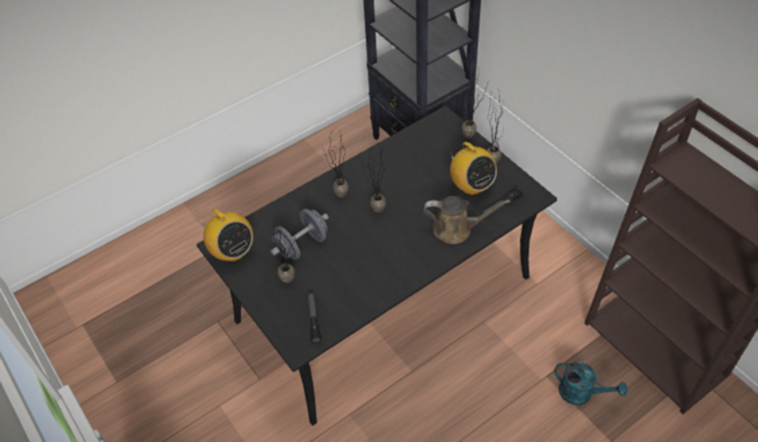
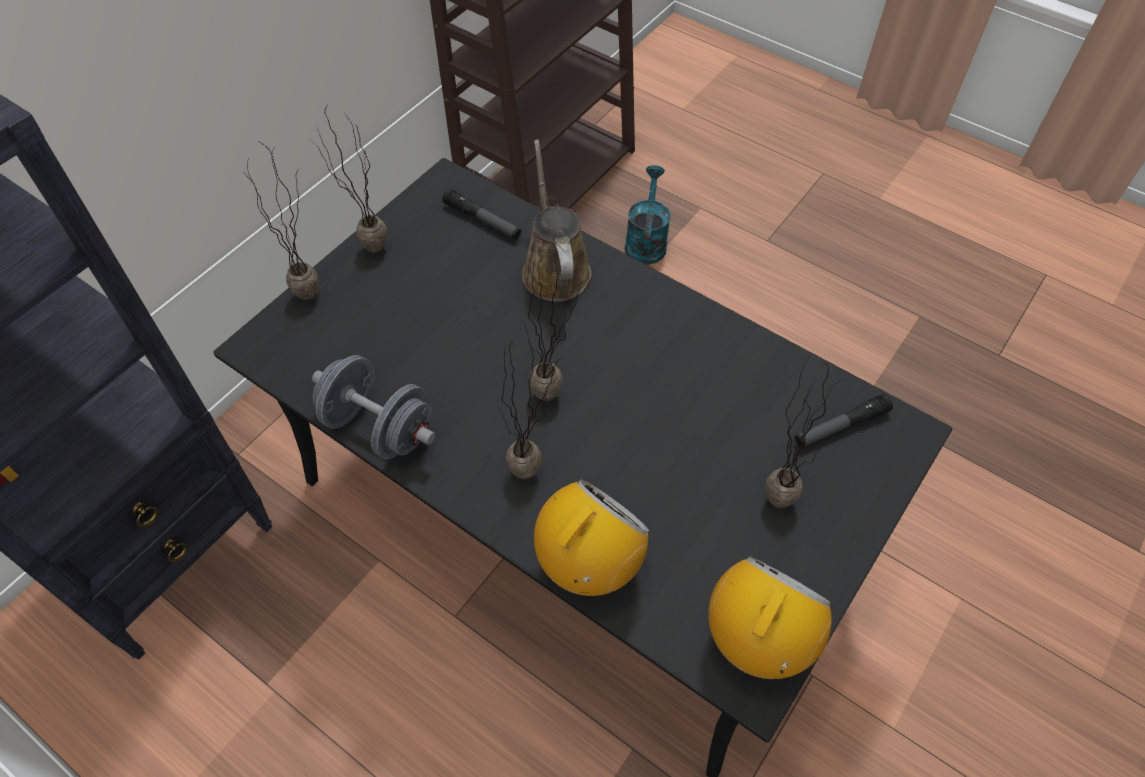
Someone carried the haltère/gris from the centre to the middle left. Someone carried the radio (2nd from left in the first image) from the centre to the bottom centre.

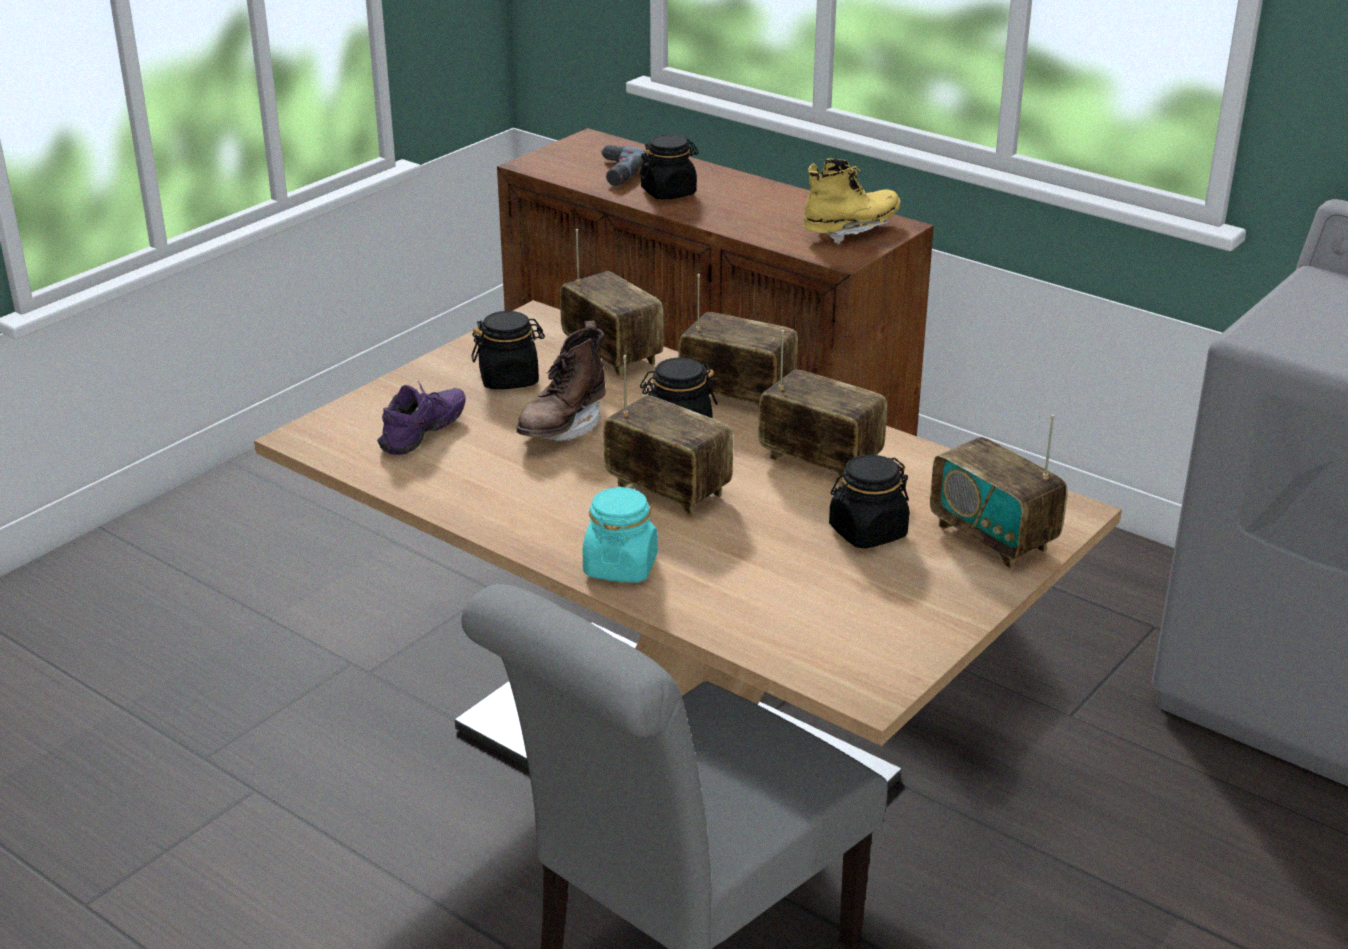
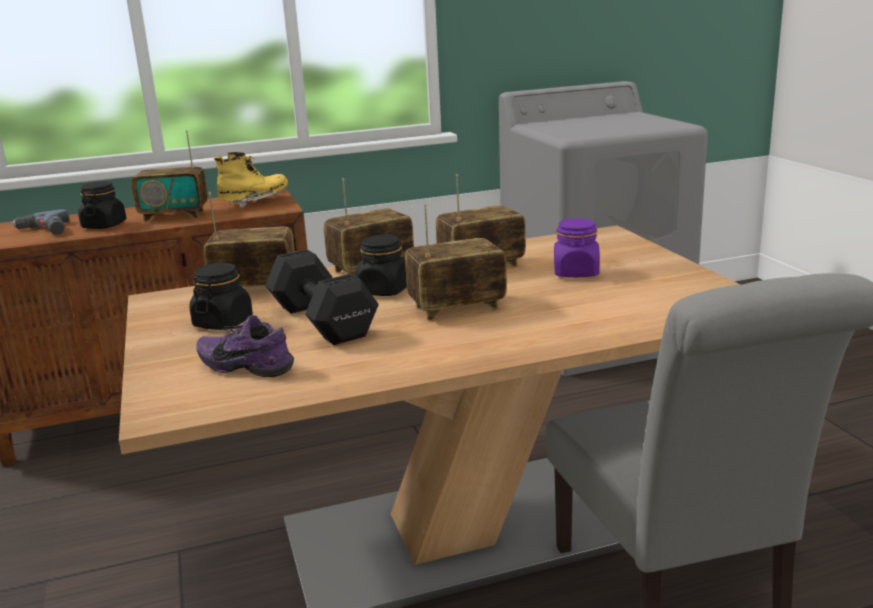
Someone took away the bocal/turquoise at the centre. Someone carried the radio (5th from left in the first image) from the middle right to the top left. Someone swapped the botte/marron at the centre for the haltère/noir at the centre. Someone repainted the bocal/noir (4th from left) at the centre, which became the bocal/violet at the centre. Someone rotated the chaussure/violet at the middle left by 45 degrees counterclockwise. Someone rotated the botte/jaune at the top centre by 45 degrees clockwise.

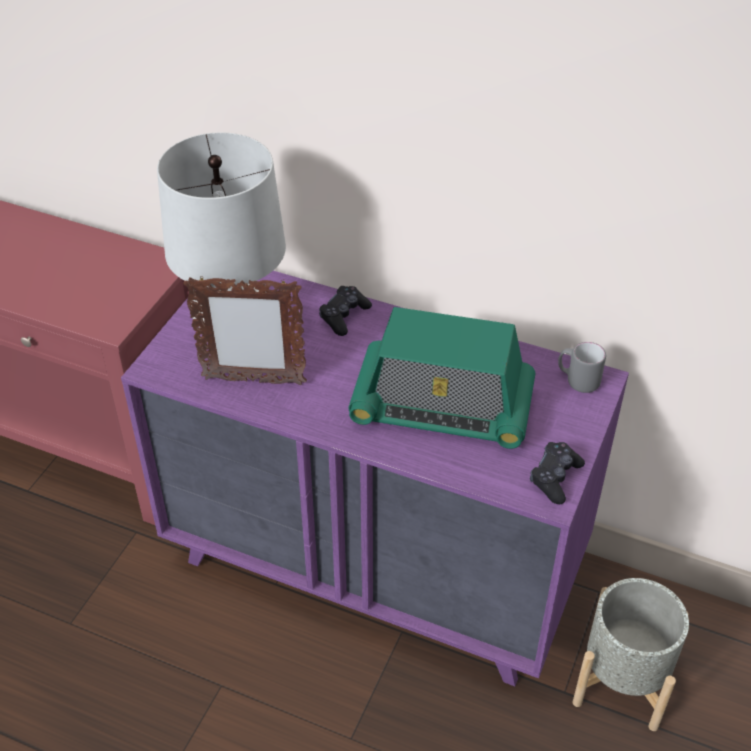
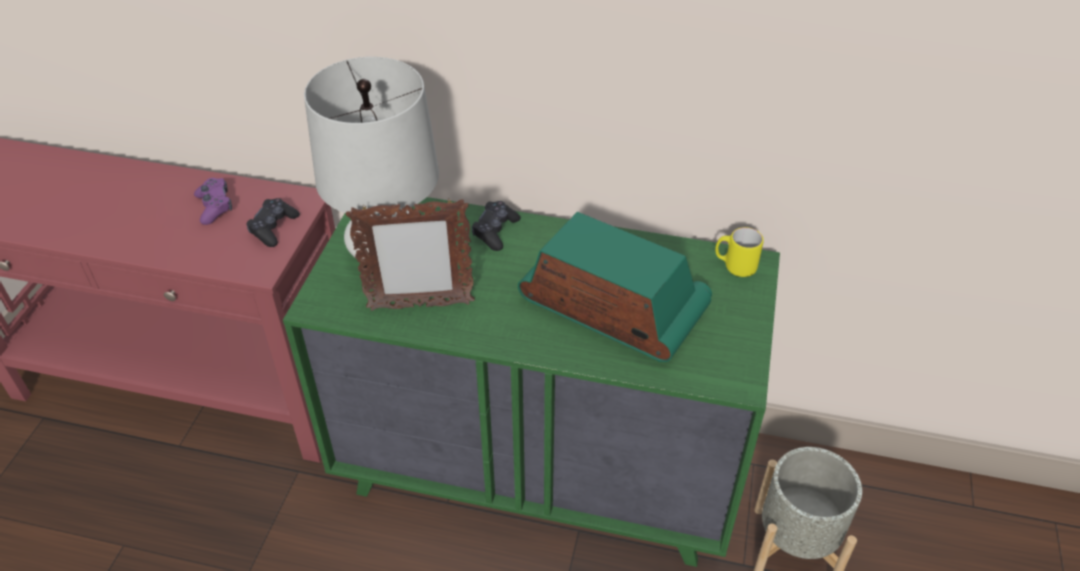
Someone put down the manette/violet at the middle left. Someone carried the manette/noir (2nd from left in the first image) from the middle right to the middle left. Someone repainted the commode/violet at the centre, which became the commode/vert at the bottom centre. Someone repainted the mug/gris at the middle right, which became the mug/jaune at the middle right. Someone rotated the radio at the centre by 150 degrees counterclockwise.

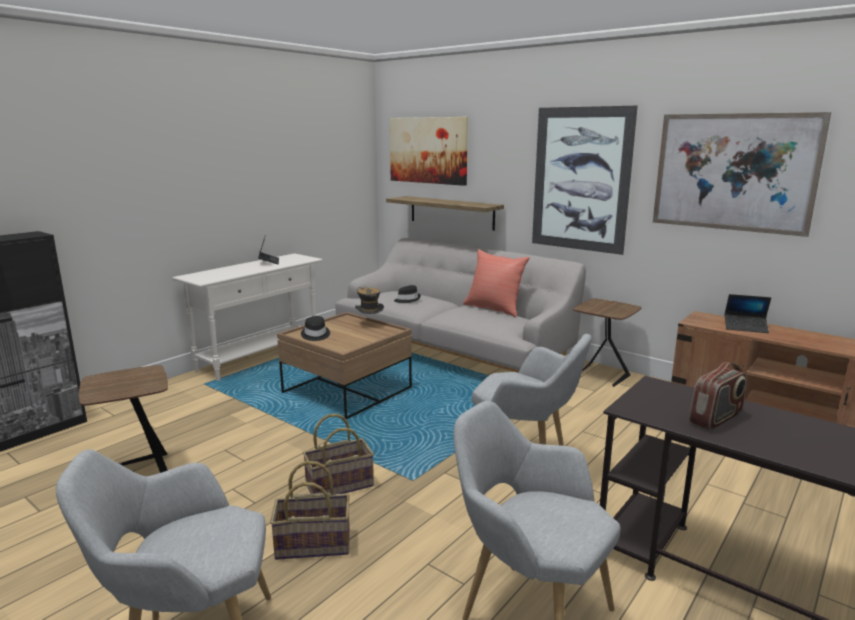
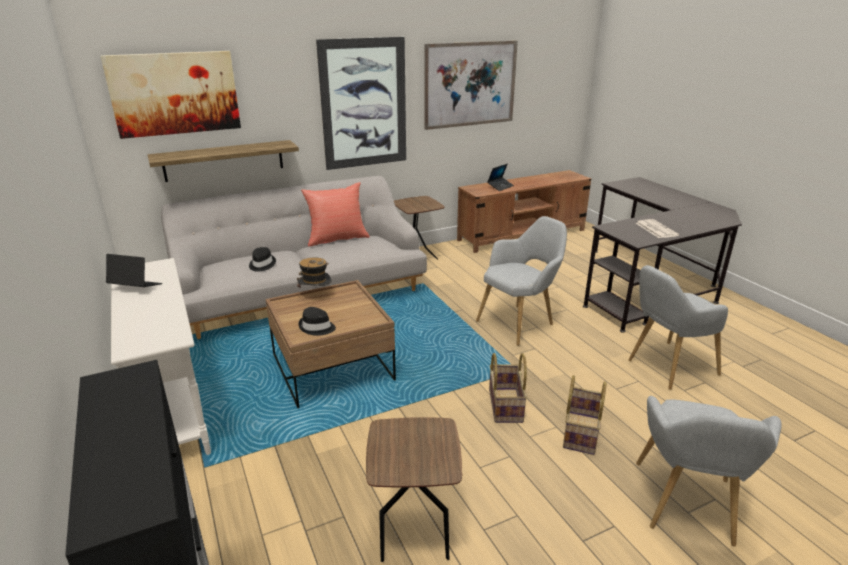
Someone swapped the radio at the middle right for the journal at the middle right.

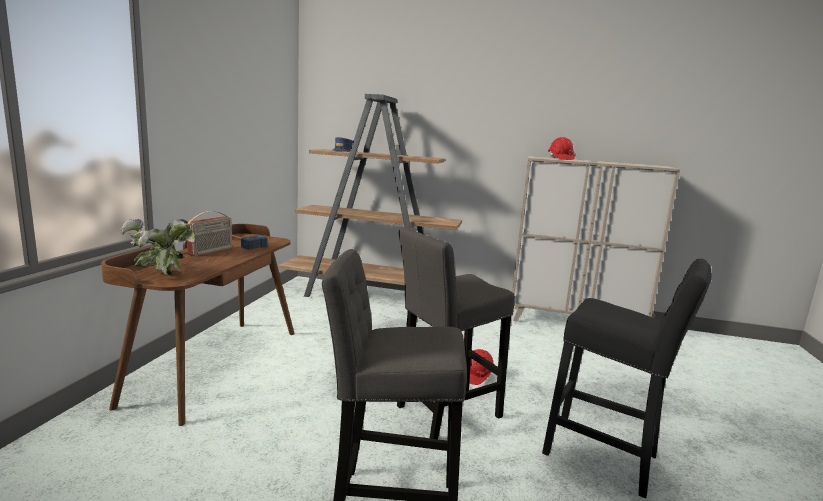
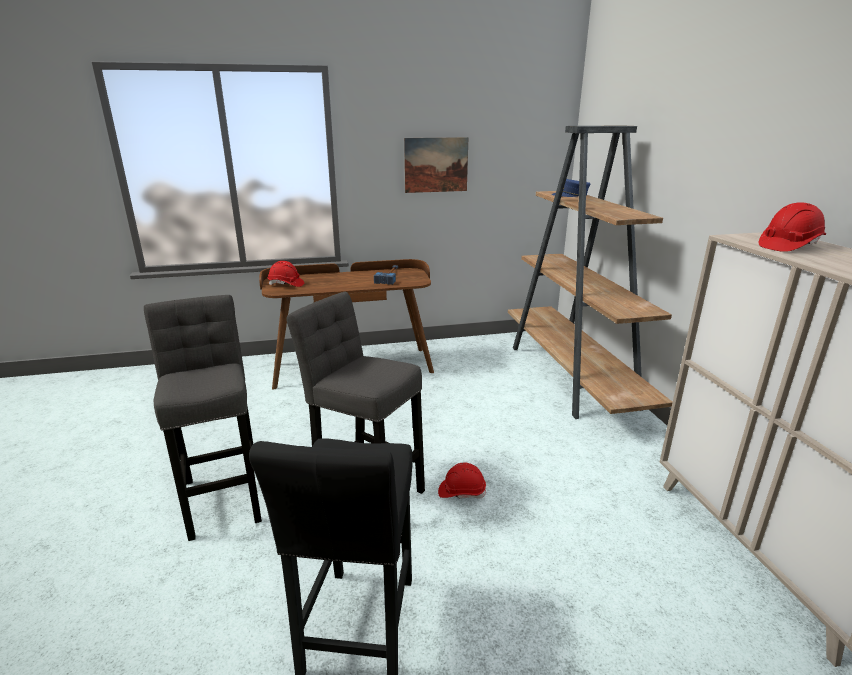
Someone took away the radio at the middle left. Someone put up the tableau at the top centre. Someone swapped the plante en pot at the middle left for the casque de chantier/rouge (1st from left) at the centre.

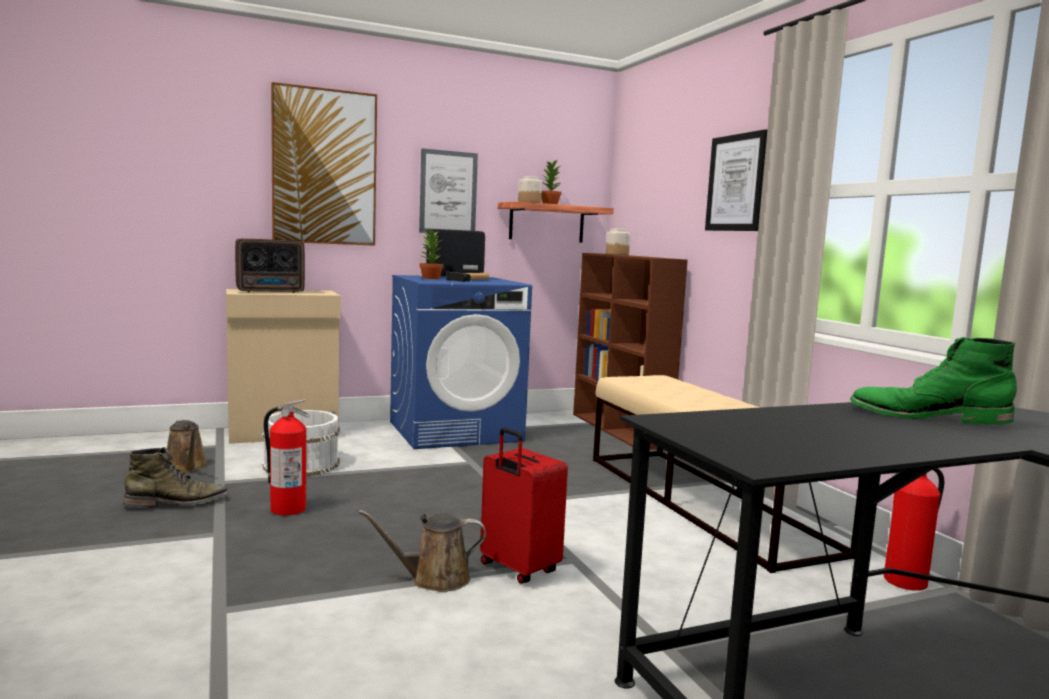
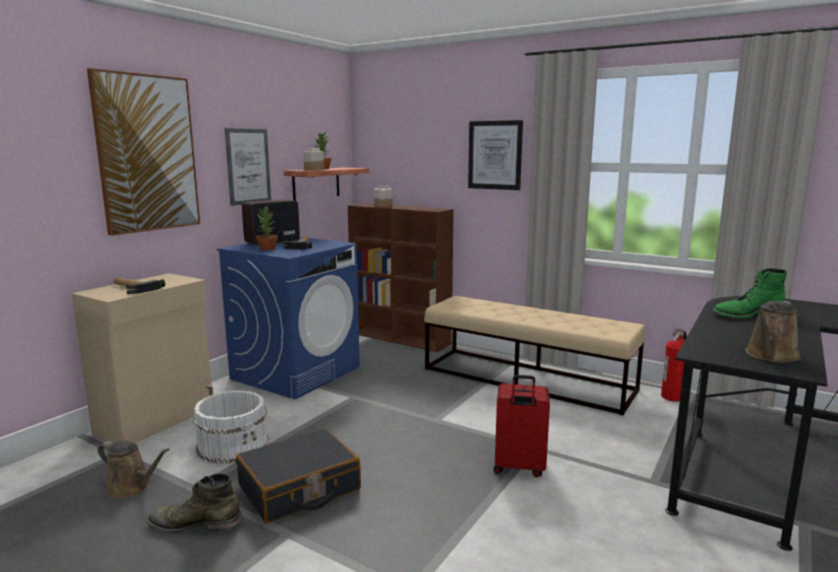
Someone carried the arrosoir/marron (2nd from left) from the bottom centre to the middle right. Someone swapped the radio (1st from left) at the middle left for the marteau (1st from left) at the middle left. Someone swapped the extincteur (1st from left) at the middle left for the valise/noir at the bottom centre. Someone rotated the botte/vert (1st from left) at the bottom left by 120 degrees counterclockwise.

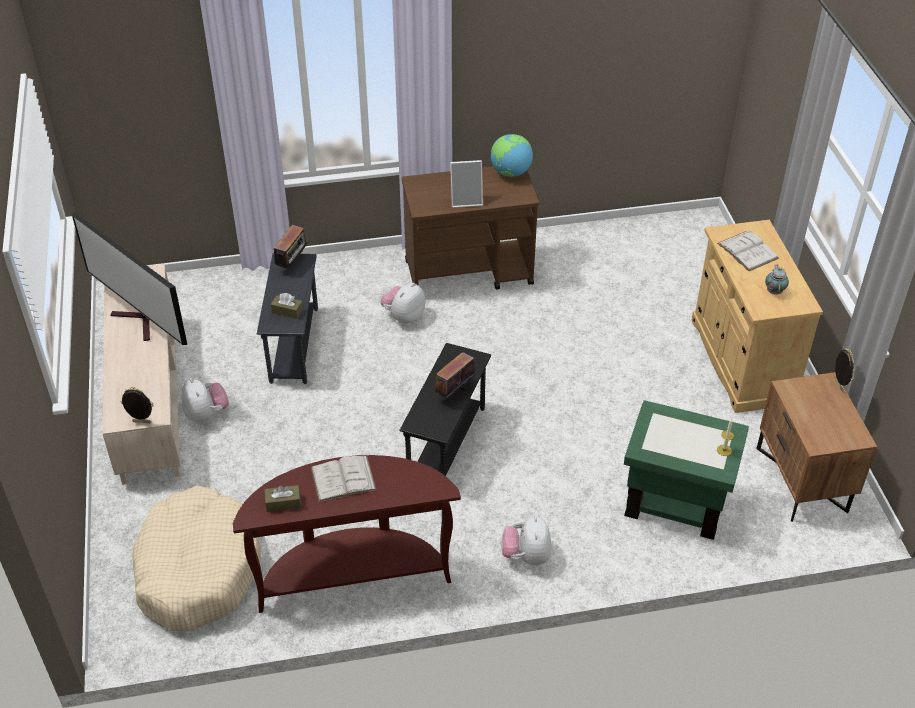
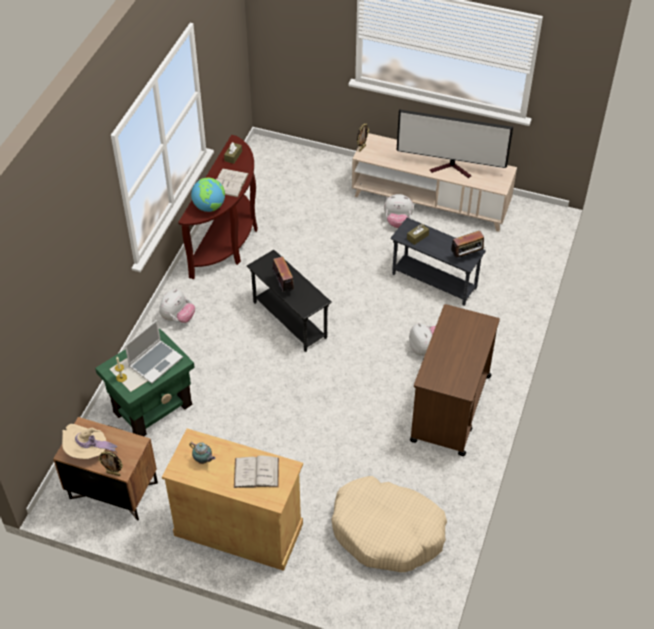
Someone took away the cadre photo (2nd from left) at the top centre. Someone put down the chapeau/beige at the bottom left. Someone put down the ordinateur portable at the middle left. Someone carried the panier pour chien/beige from the bottom left to the bottom centre. Someone carried the globe from the top centre to the top left. Someone rotated the téléviseur at the middle left by 150 degrees counterclockwise. Someone rotated the radio (1st from left in the first image) at the middle left by 75 degrees counterclockwise. Someone rotated the peluche (3rd from left in the first image) at the bottom centre by 90 degrees clockwise.

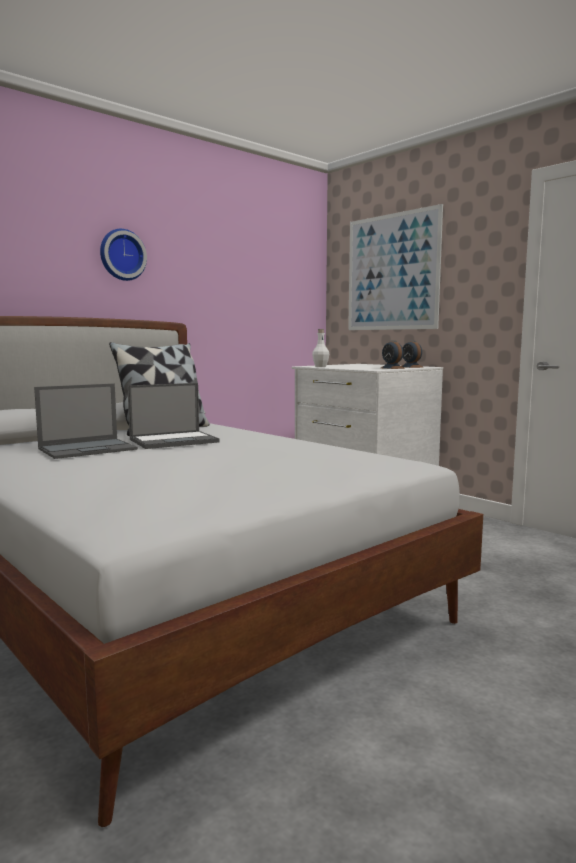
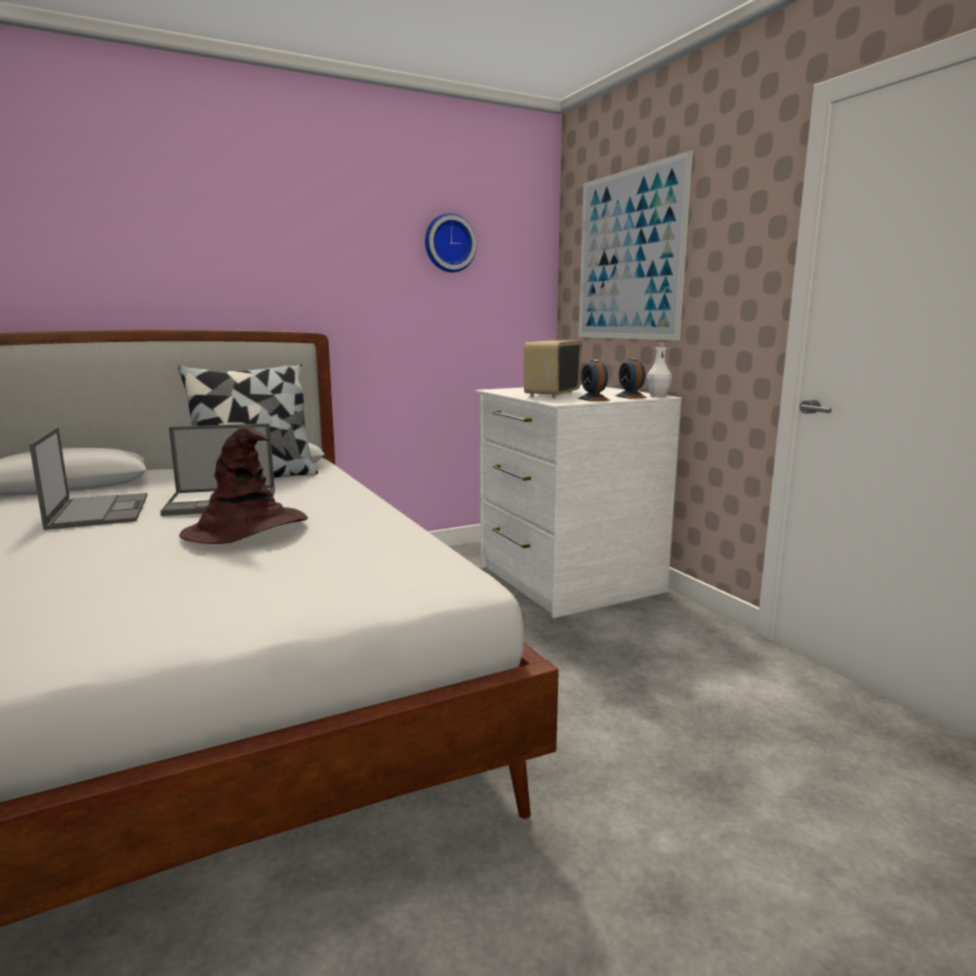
Someone put down the chapeau/marron at the middle left. Someone put down the radio at the centre. Someone carried the horloge murale from the top left to the top centre. Someone carried the bouteille/blanc from the centre to the middle right. Someone rotated the ordinateur portable (1st from left) at the middle left by 90 degrees counterclockwise.

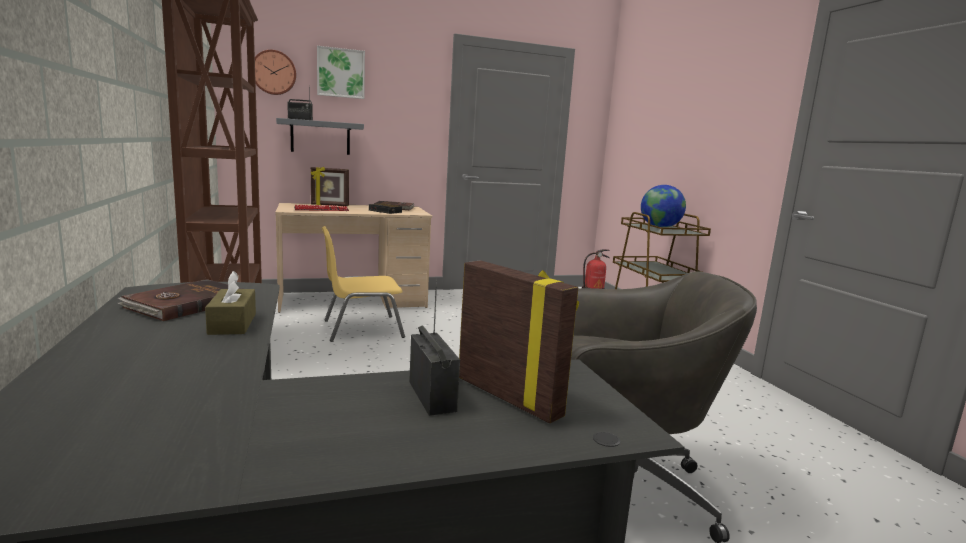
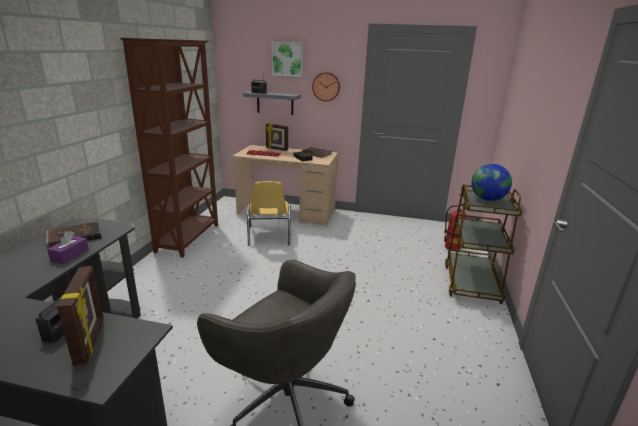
Someone carried the horloge murale from the top left to the top centre. Someone repainted the boîte à mouchoirs/marron at the middle left, which became the boîte à mouchoirs/violet at the middle left. Someone rotated the chaise/jaune at the centre by 105 degrees counterclockwise.

